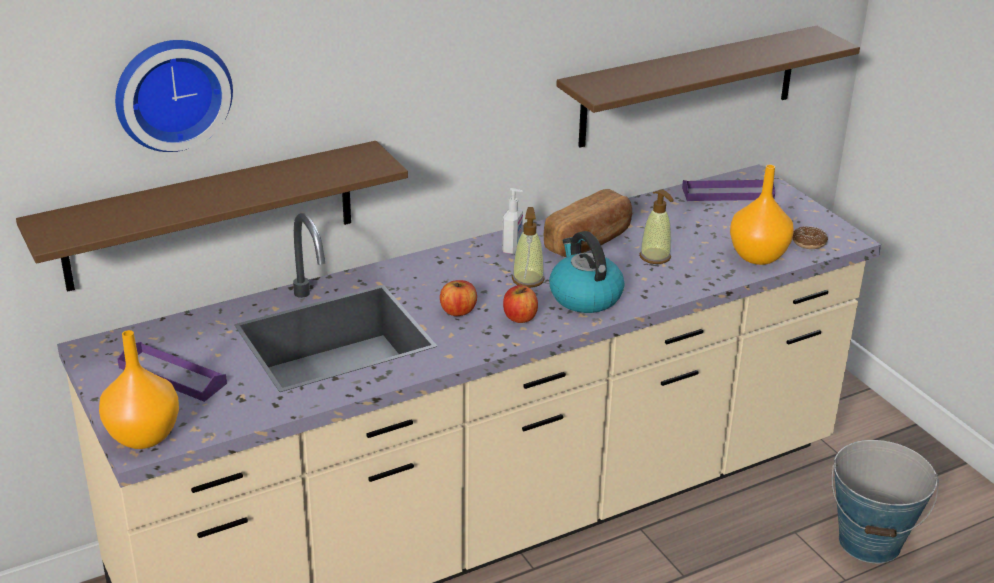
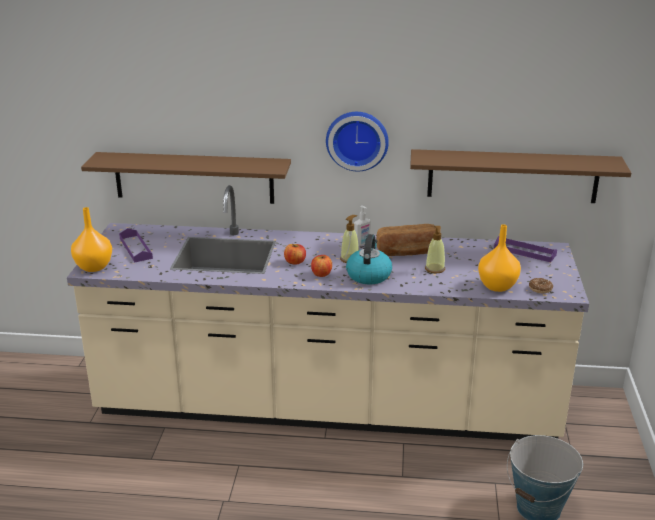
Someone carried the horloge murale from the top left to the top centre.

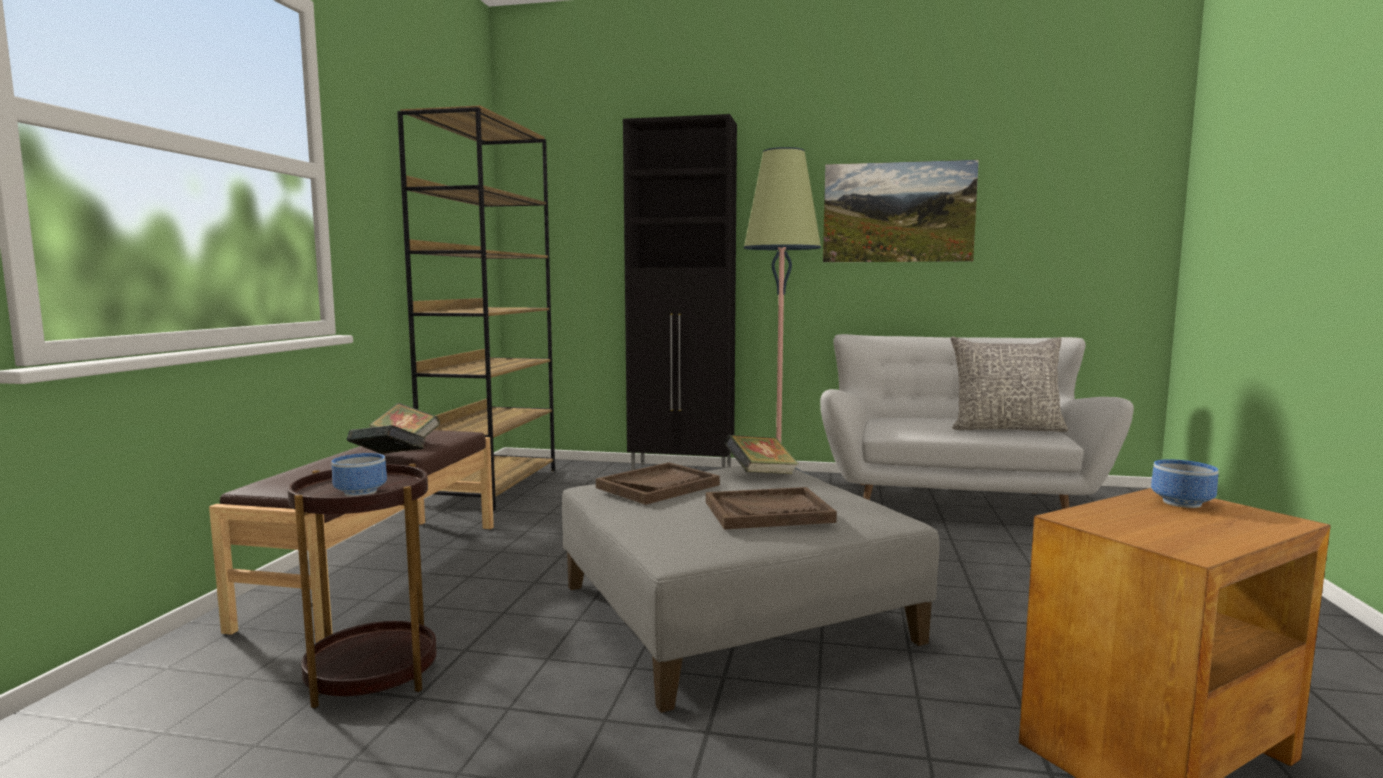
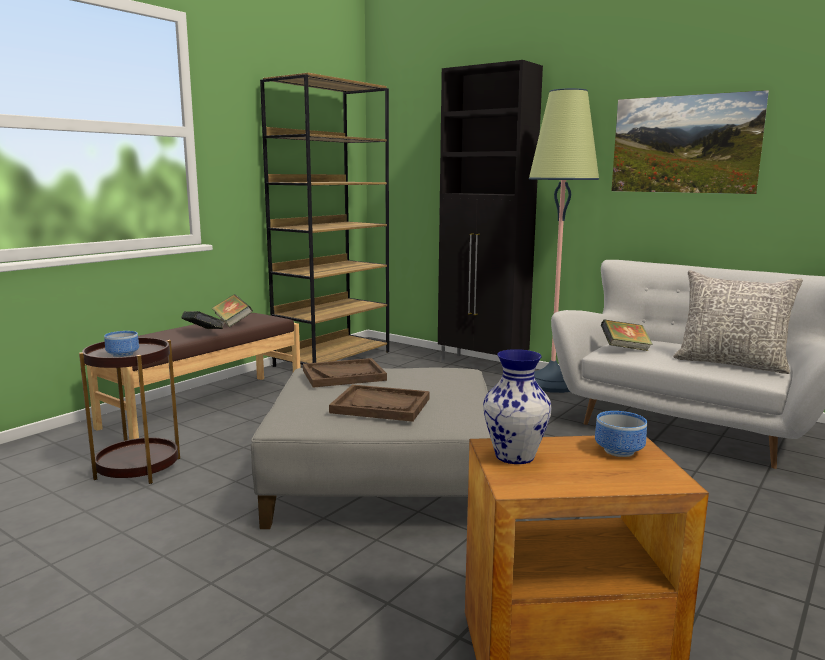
Someone put down the vase at the centre. Someone carried the livre (3rd from left) from the centre to the middle right.

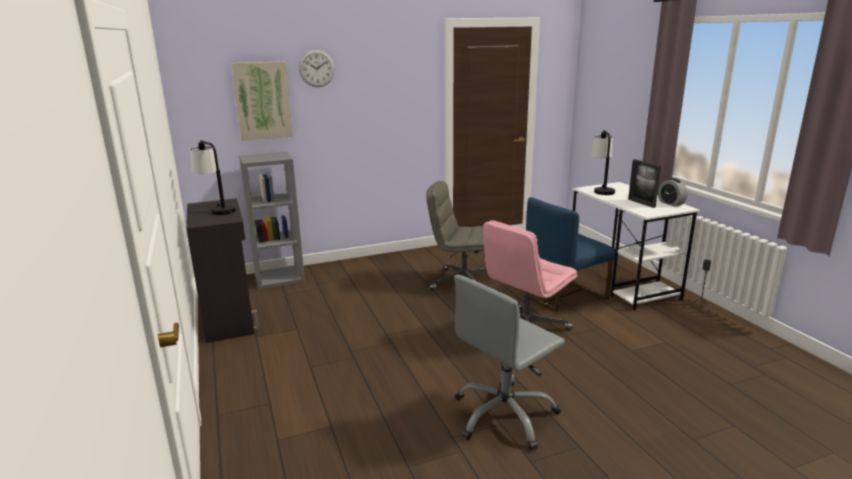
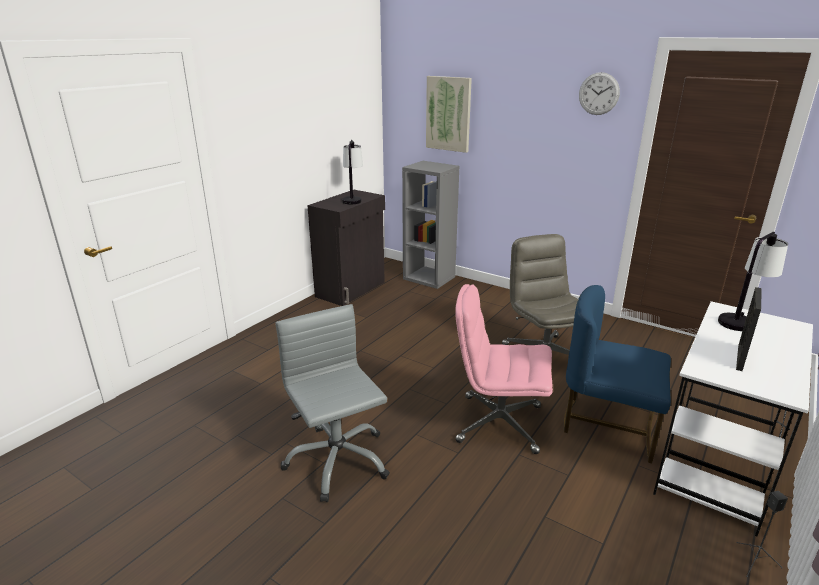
Someone took away the réveil at the middle right. Someone carried the horloge murale from the top centre to the top right. Someone rotated the chaise de bureau/gris (2nd from left in the first image) at the bottom centre by 45 degrees clockwise.

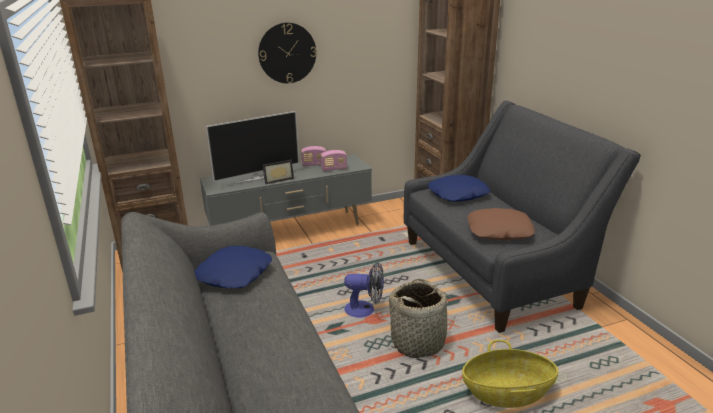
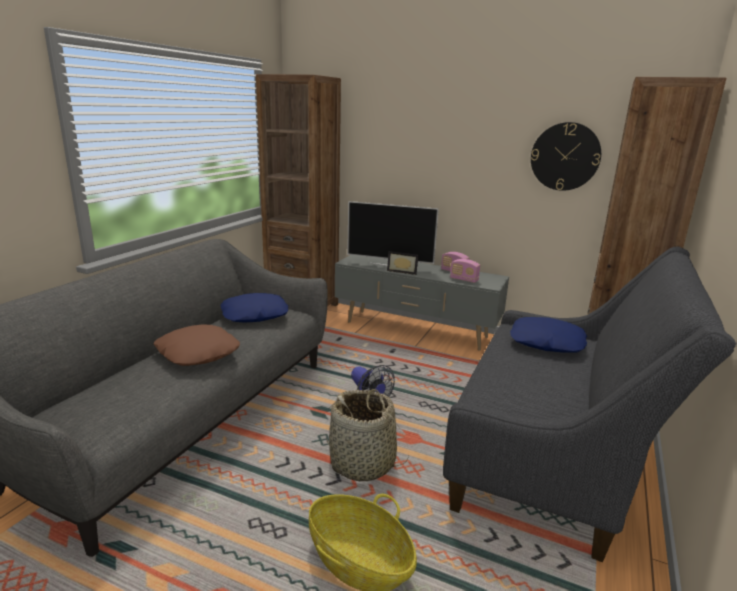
Someone carried the horloge murale from the top centre to the top right. Someone carried the coussin/marron from the middle right to the middle left.

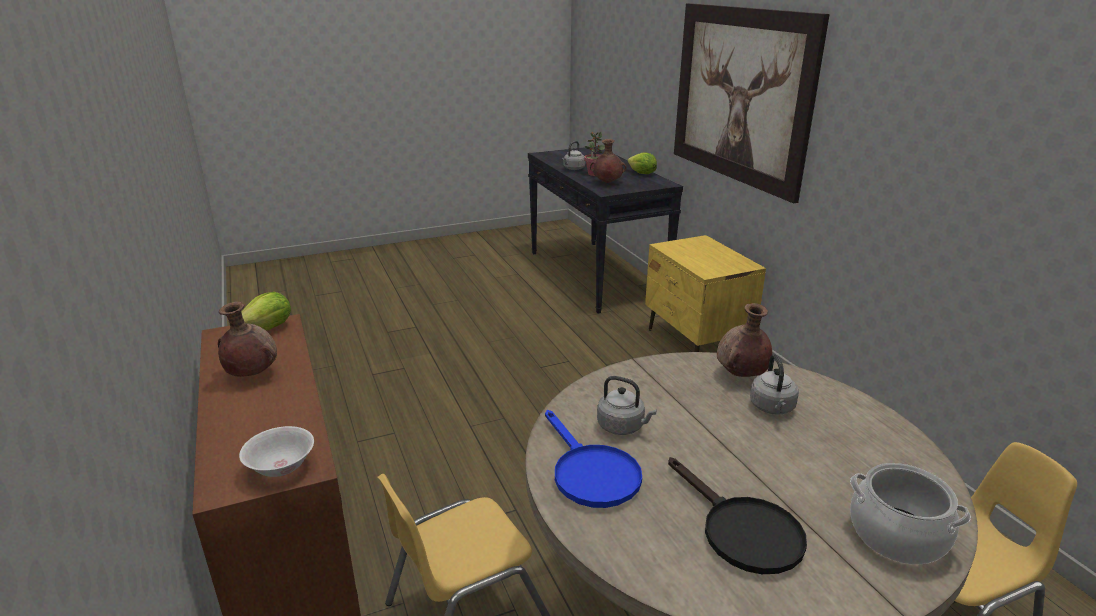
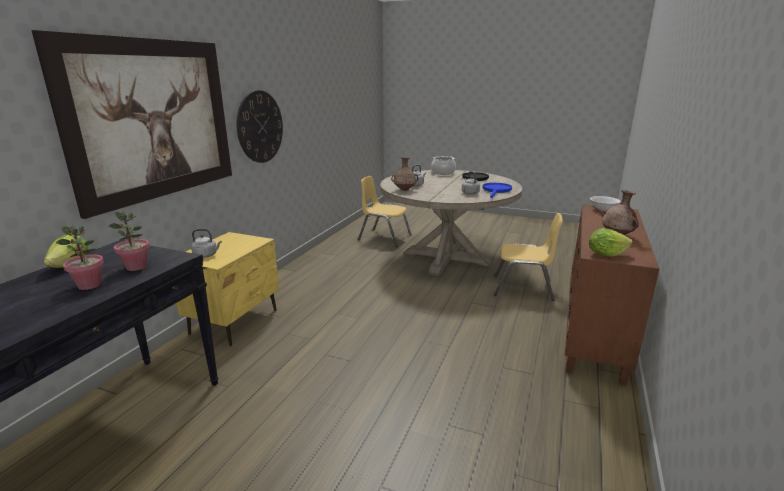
Someone put up the horloge murale at the top left. Someone carried the bouilloire/gris (1st from left) from the top centre to the middle left. Someone swapped the vase/marron (2nd from left) at the top centre for the plante en pot (2nd from left) at the middle left.

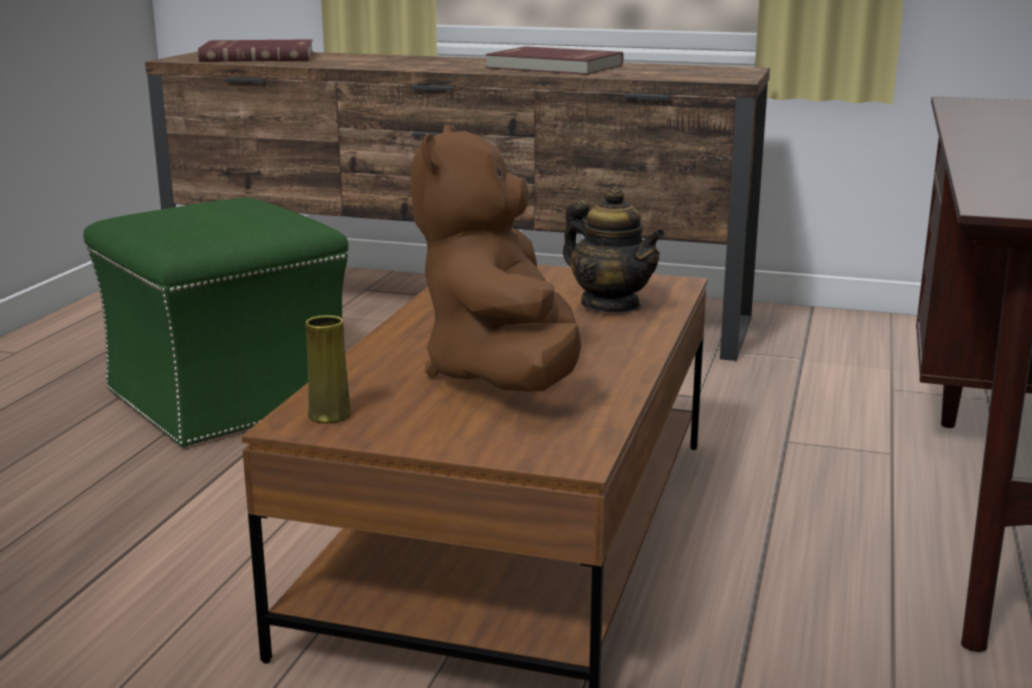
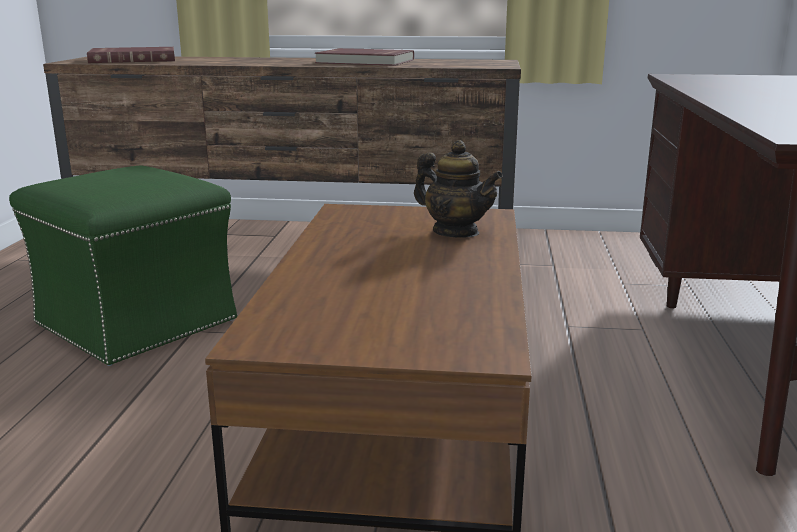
Someone took away the vase/jaune at the middle left. Someone took away the peluche/marron at the centre.

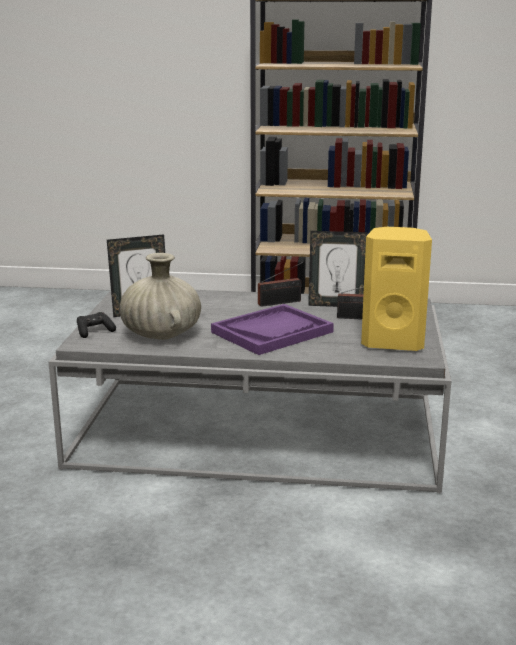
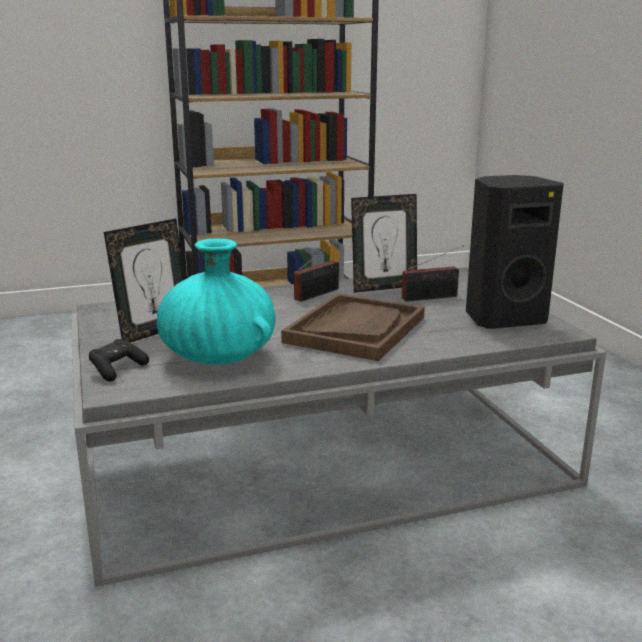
Someone repainted the vase/beige at the middle left, which became the vase/turquoise at the centre. Someone repainted the plateau/violet at the centre, which became the plateau/marron at the centre. Someone repainted the enceinte/jaune at the middle right, which became the enceinte/noir at the middle right.

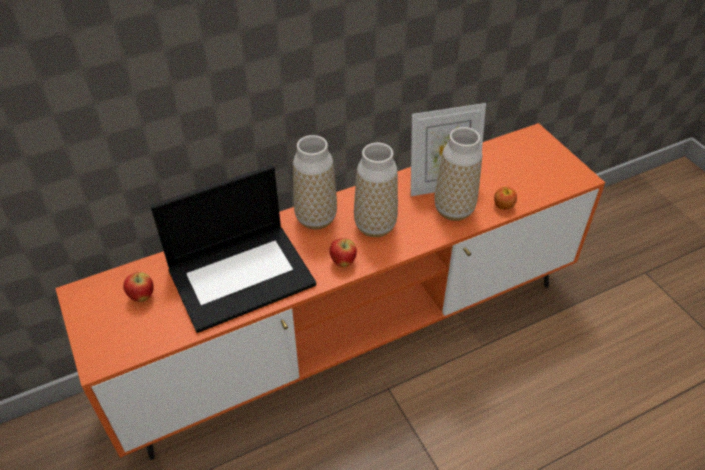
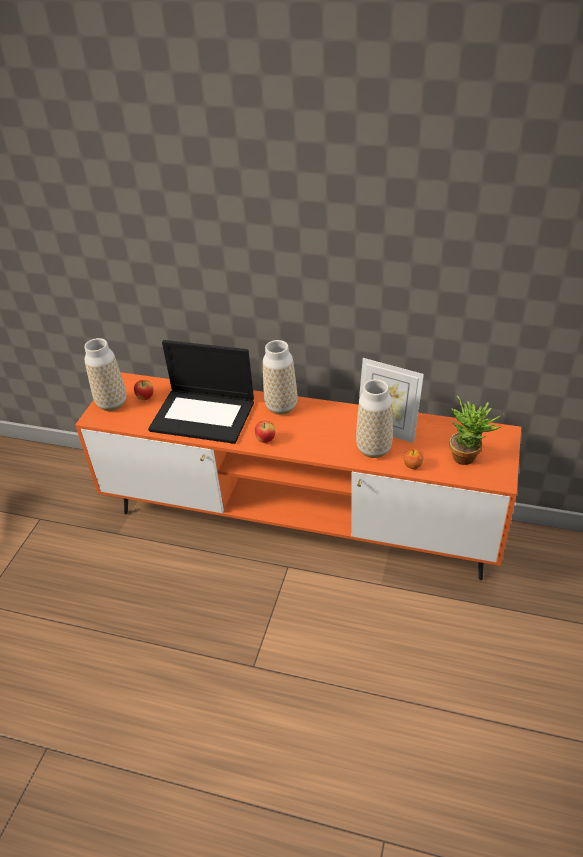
Someone put down the plante en pot at the middle right. Someone carried the vase (2nd from left in the first image) from the centre to the middle left.

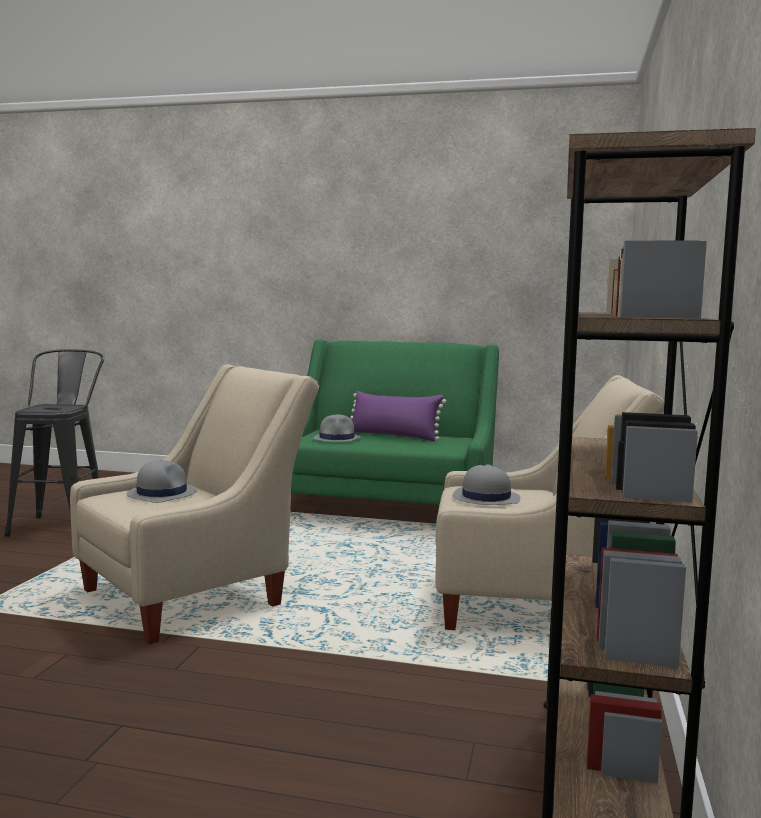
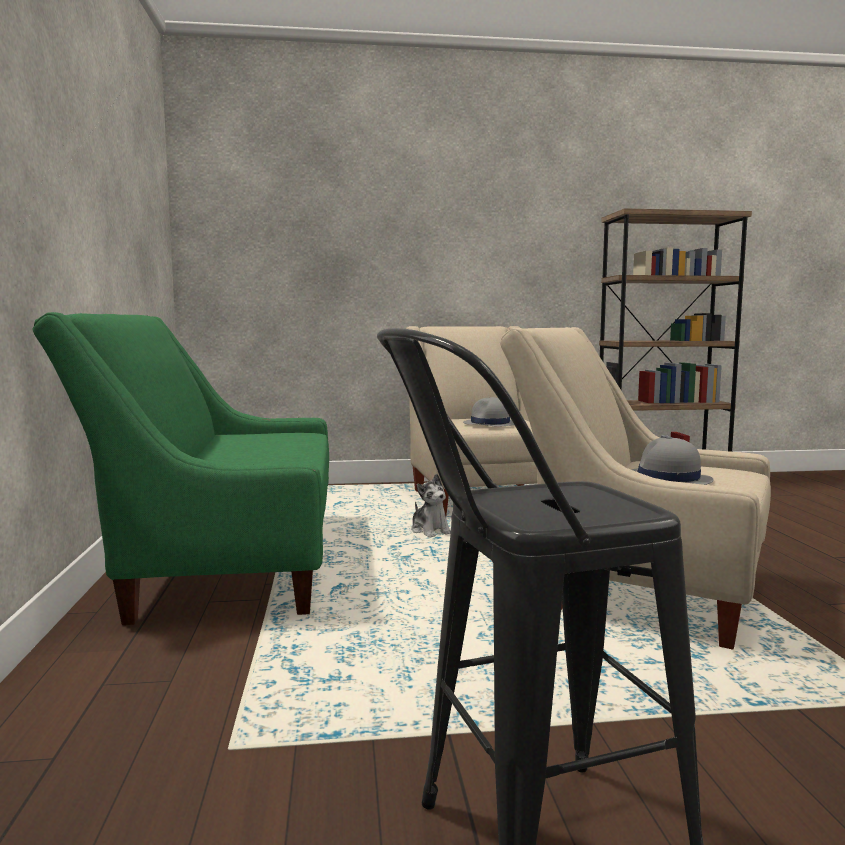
Someone took away the chapeau/gris (2nd from left) at the centre. Someone took away the coussin/violet at the centre. Someone put down the peluche at the centre.

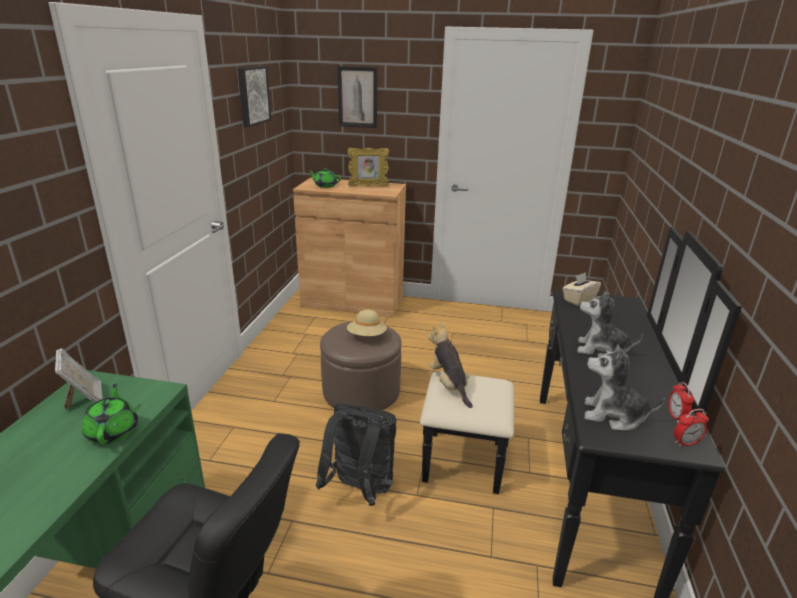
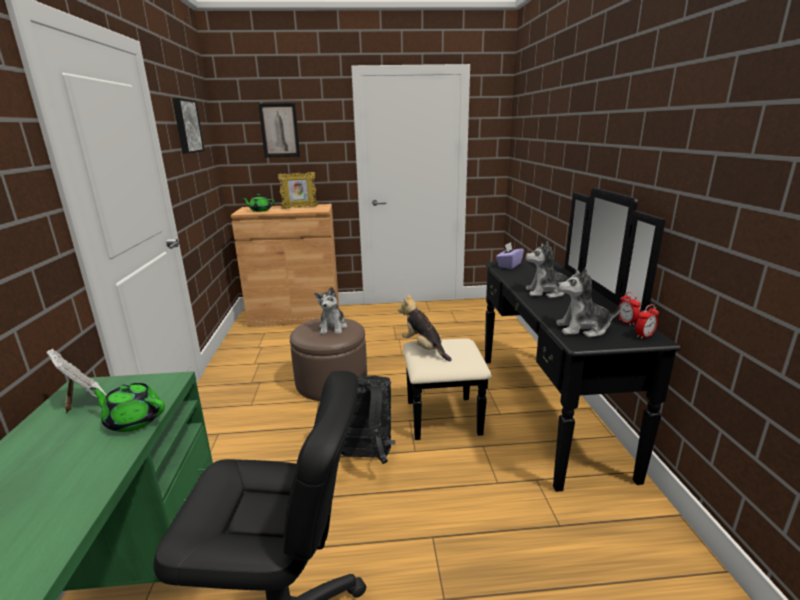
Someone swapped the chapeau/beige at the centre for the peluche (1st from left) at the centre. Someone repainted the boîte à mouchoirs/beige at the middle right, which became the boîte à mouchoirs/violet at the centre. Someone rotated the théière/vert (1st from left) at the bottom left by 45 degrees counterclockwise.

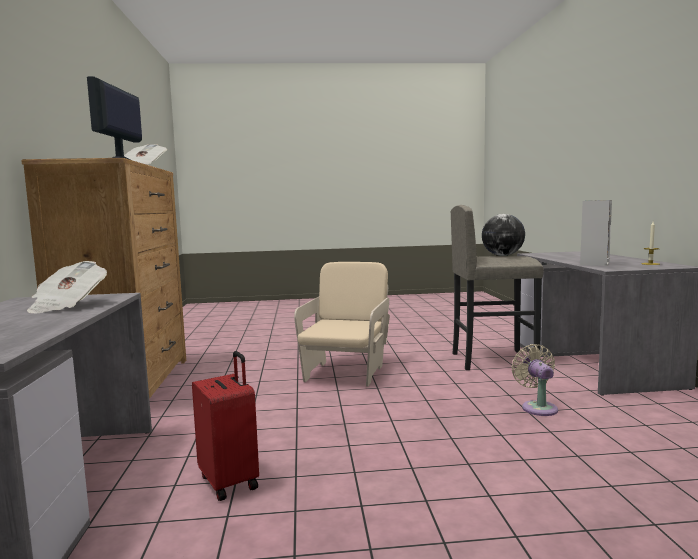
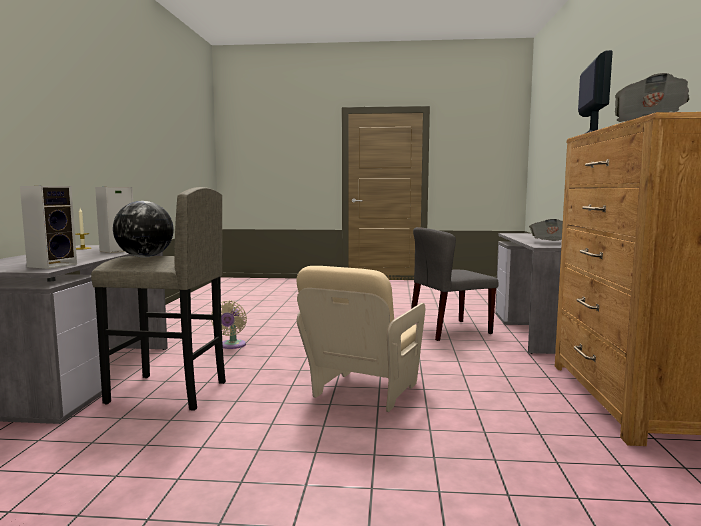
Someone put down the enceinte (1st from left) at the middle left. Someone swapped the valise/rouge at the bottom left for the chaise/gris at the centre.

